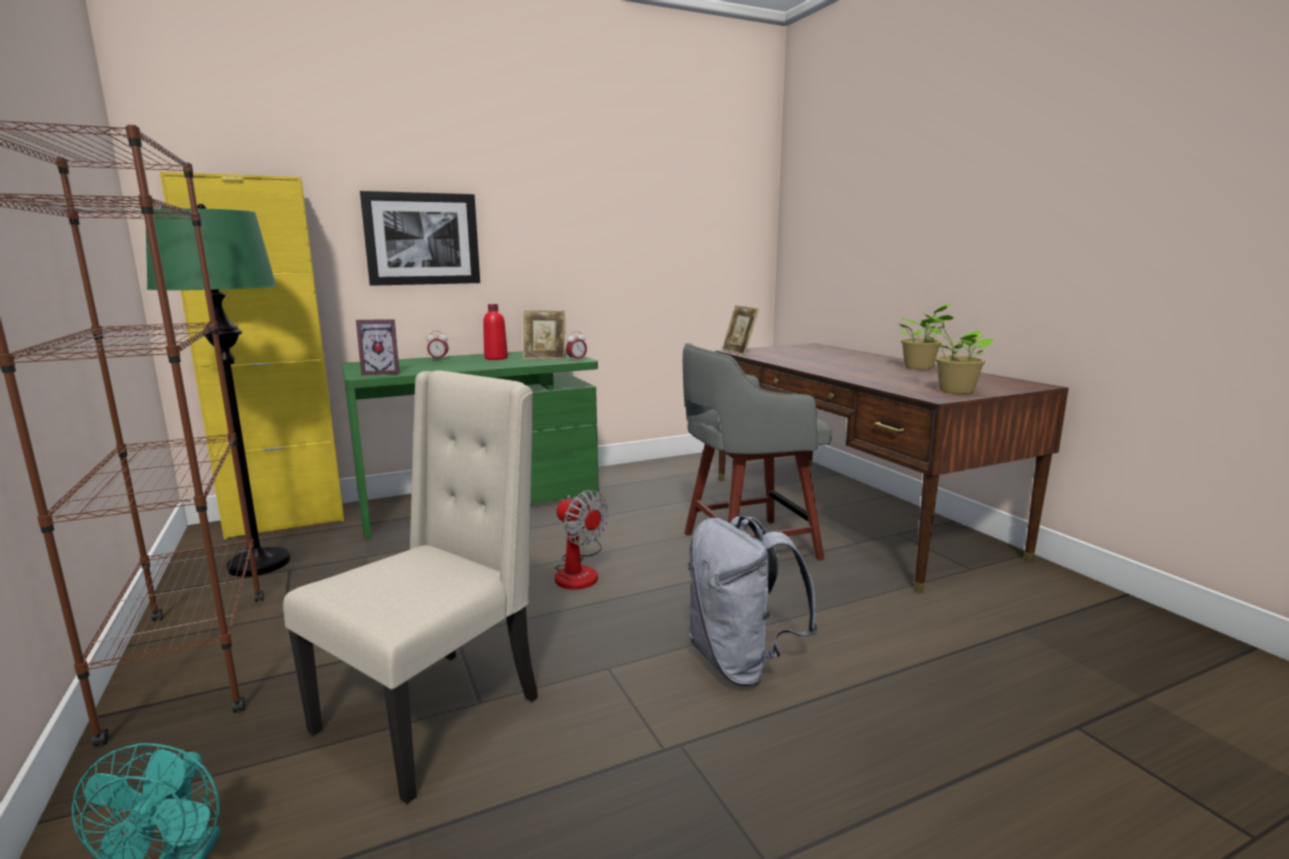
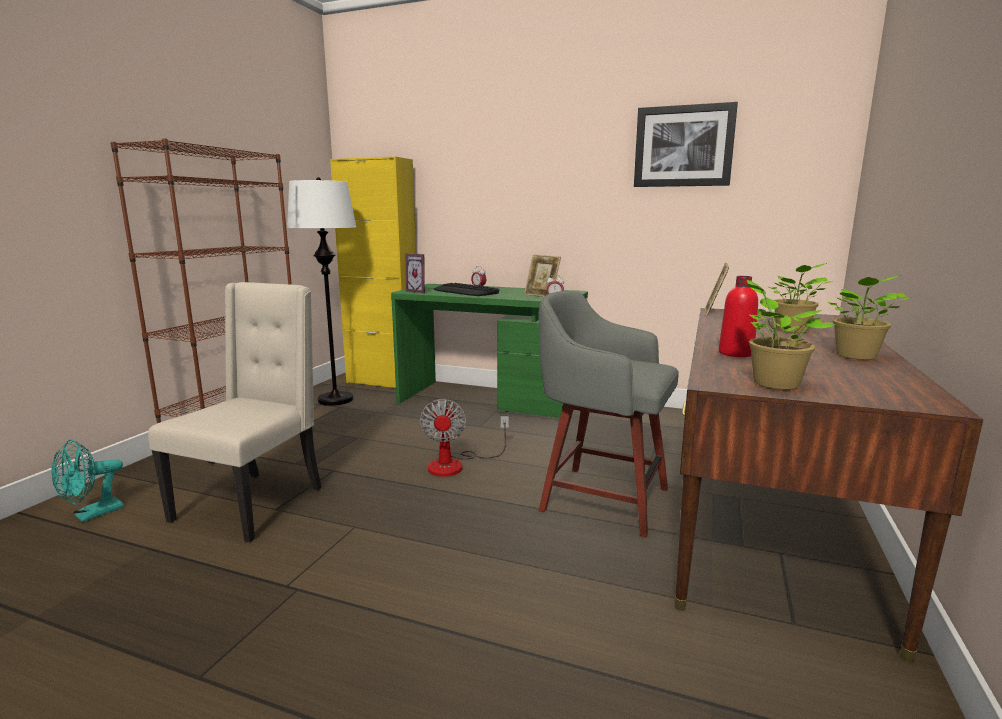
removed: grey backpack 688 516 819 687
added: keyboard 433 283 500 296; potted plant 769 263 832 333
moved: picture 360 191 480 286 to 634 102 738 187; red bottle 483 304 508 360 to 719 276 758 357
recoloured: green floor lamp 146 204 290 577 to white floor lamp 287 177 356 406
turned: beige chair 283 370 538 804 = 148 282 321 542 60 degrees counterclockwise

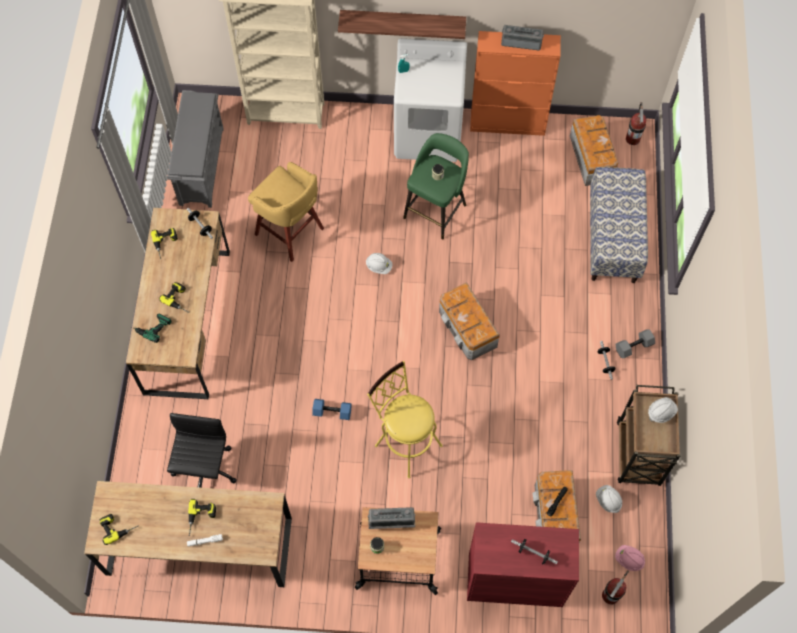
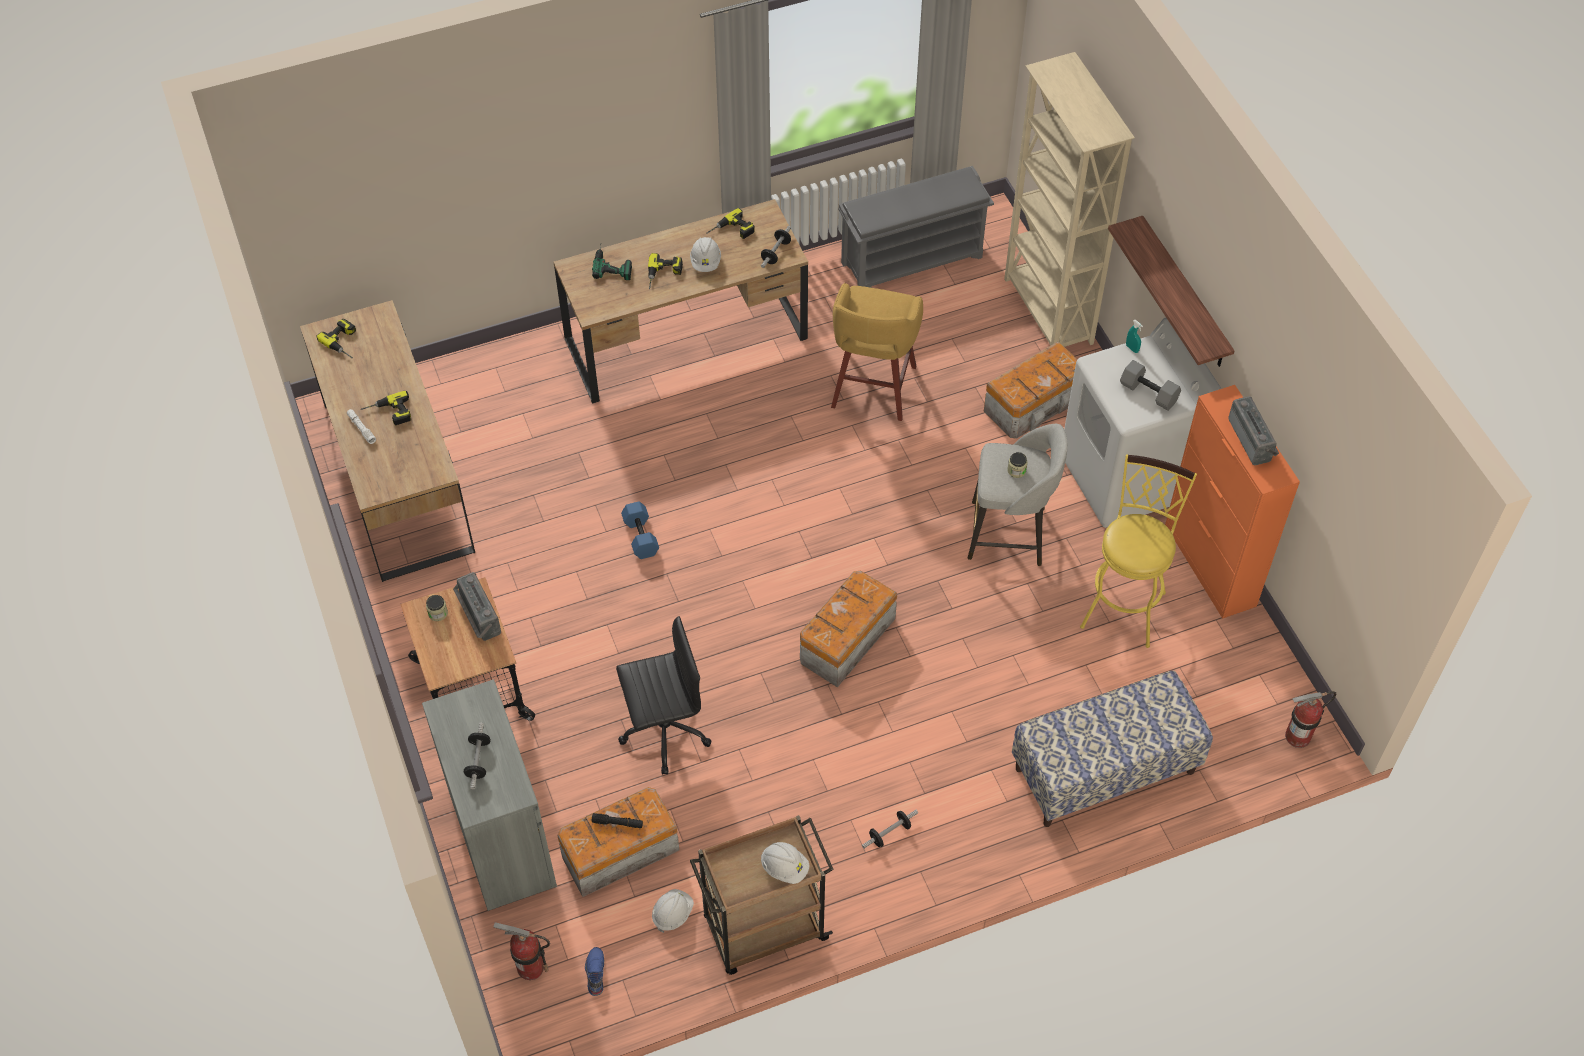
moved: black office chair 167 413 237 488 to 616 616 712 775; white hard hat 366 253 392 274 to 690 237 721 272; yellow stool 367 361 443 478 to 1080 454 1197 648; storage box 570 115 618 186 to 984 341 1077 439; grey dumbbell 616 329 655 358 to 1120 360 1181 411
replaced: pink hard hat 615 545 645 571 to blue shoe 585 947 604 996
recoloured: green stool 403 133 469 239 to grey stool 968 424 1068 566; red cabinet 467 522 579 607 to grey cabinet 422 679 557 911

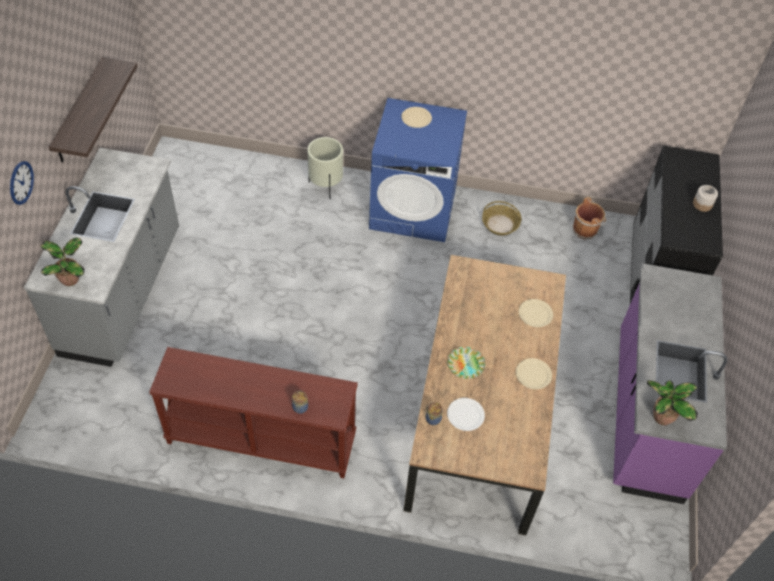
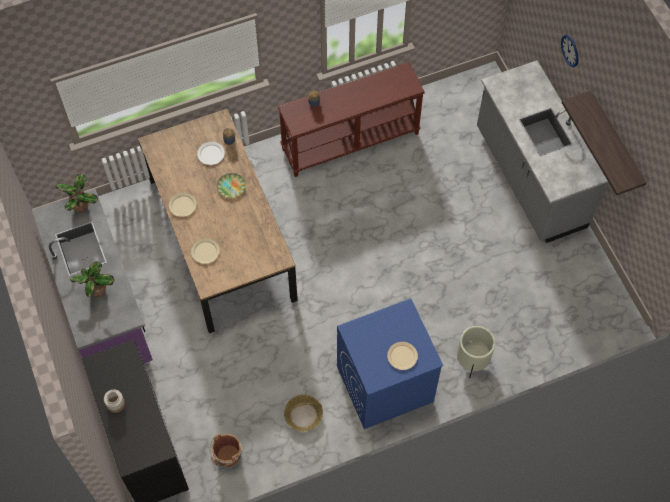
moved: potted plant 40 237 85 286 to 70 261 115 297

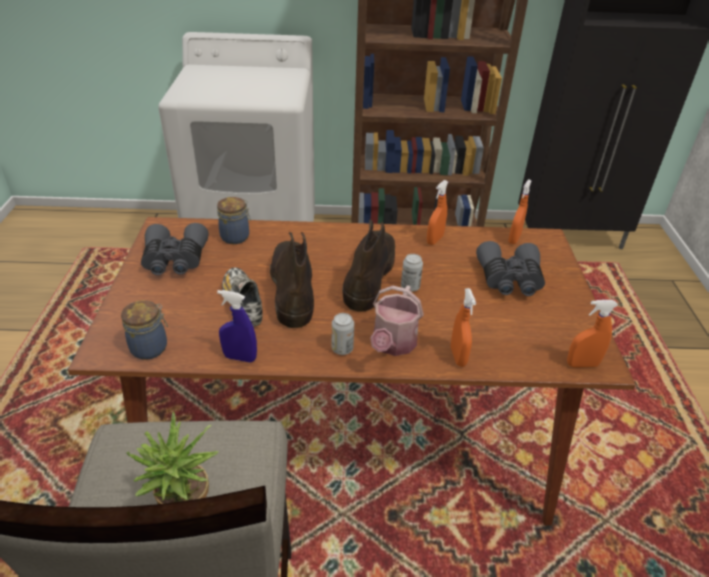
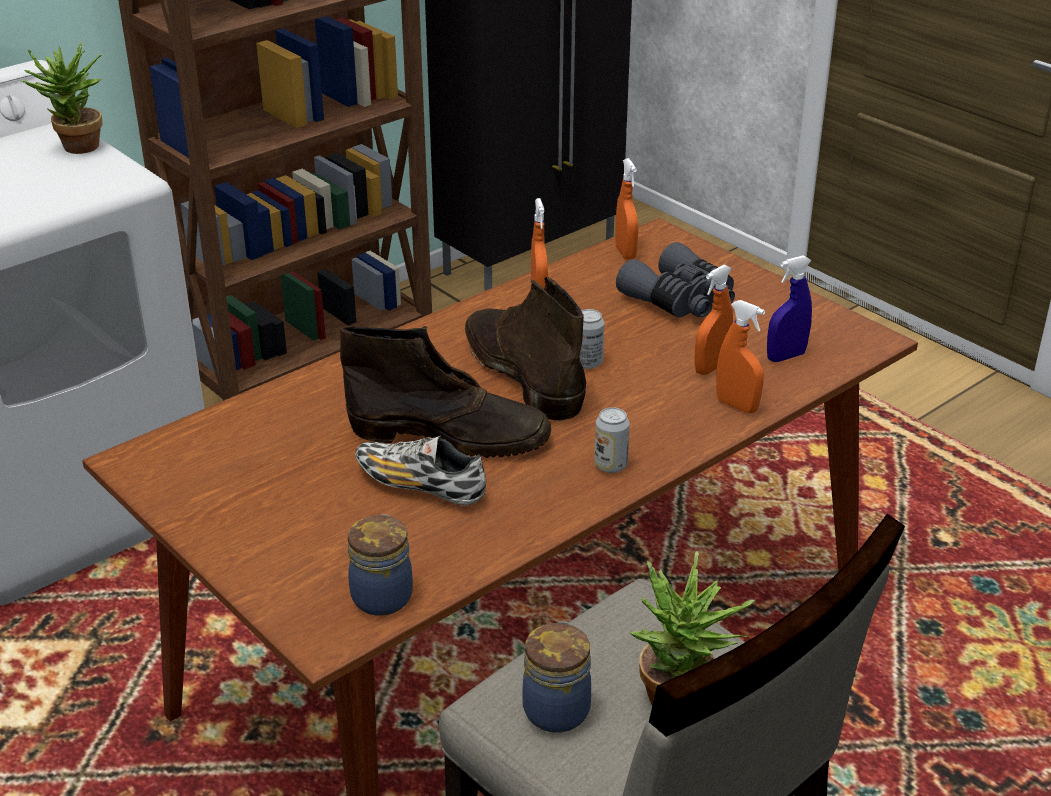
removed: grey binoculars 141 223 209 275; watering can 370 285 424 356
added: potted plant 22 41 103 154
moved: jar 217 197 251 244 to 522 622 591 733; blue spray bottle 217 290 257 363 to 767 255 812 362; orange spray bottle 567 300 618 368 to 694 265 733 375
turned: brown boot 270 232 314 329 = 340 326 551 458 150 degrees clockwise

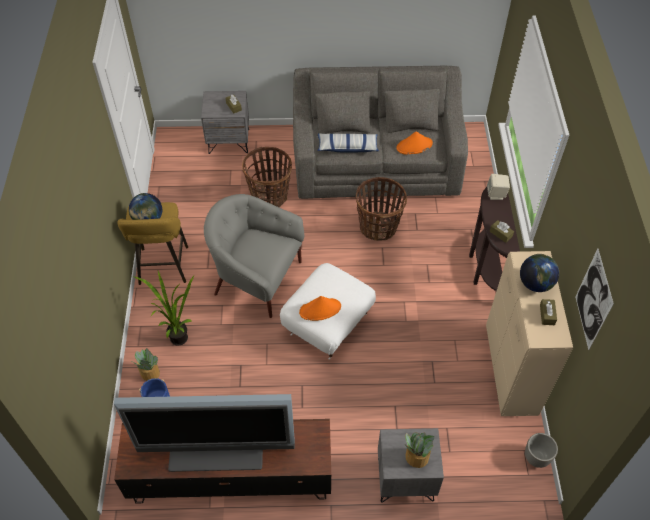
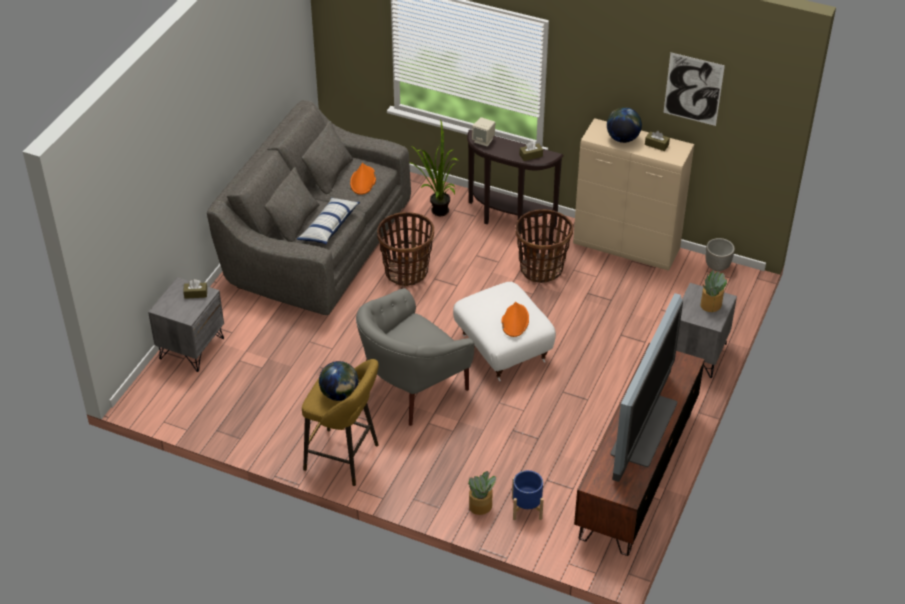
moved: potted plant 132 271 194 346 to 411 119 458 216; basket 242 147 292 207 to 515 209 573 283

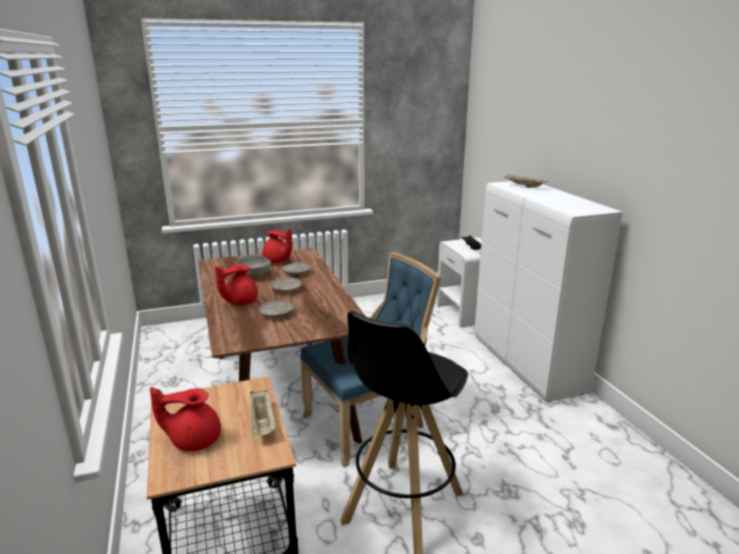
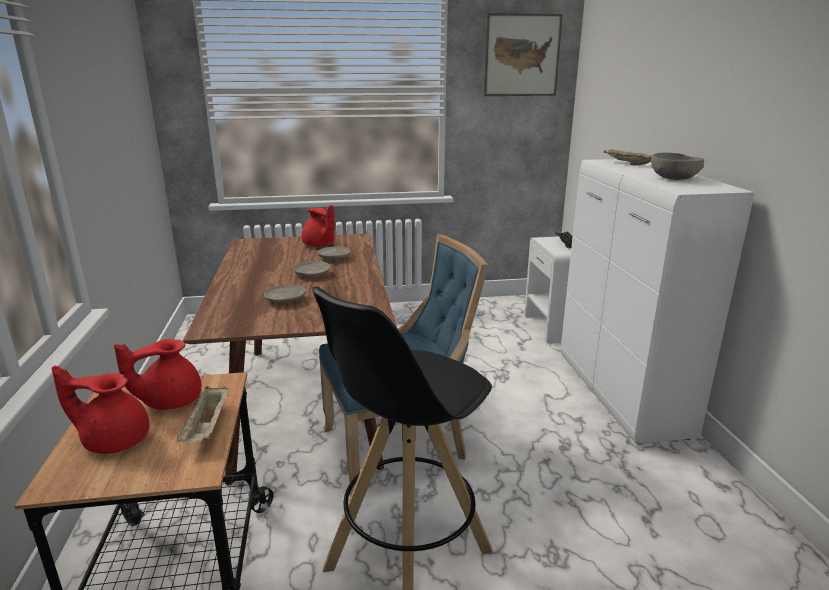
added: picture 484 13 563 96
moved: red teapot 215 264 258 305 to 114 339 201 410; grey bowl 236 255 271 278 to 650 152 704 180

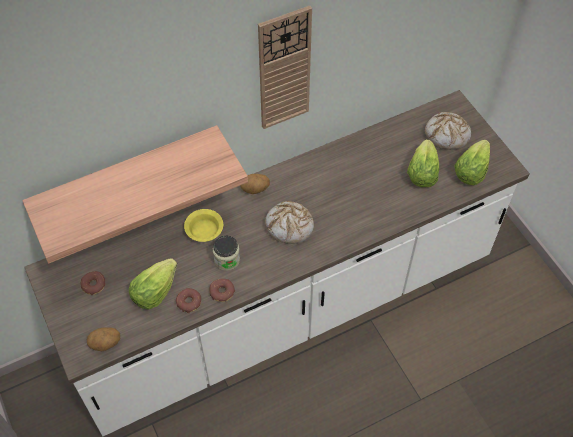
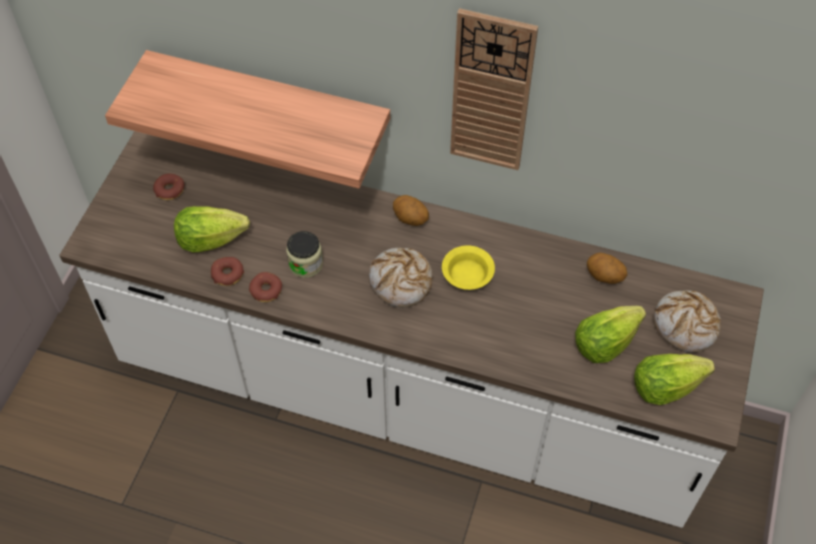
moved: potato 87 327 120 351 to 587 253 627 284; yellow bowl 184 209 223 242 to 442 245 495 290

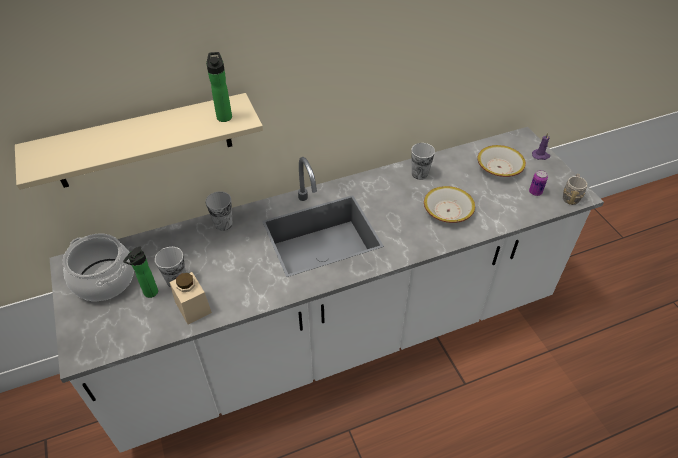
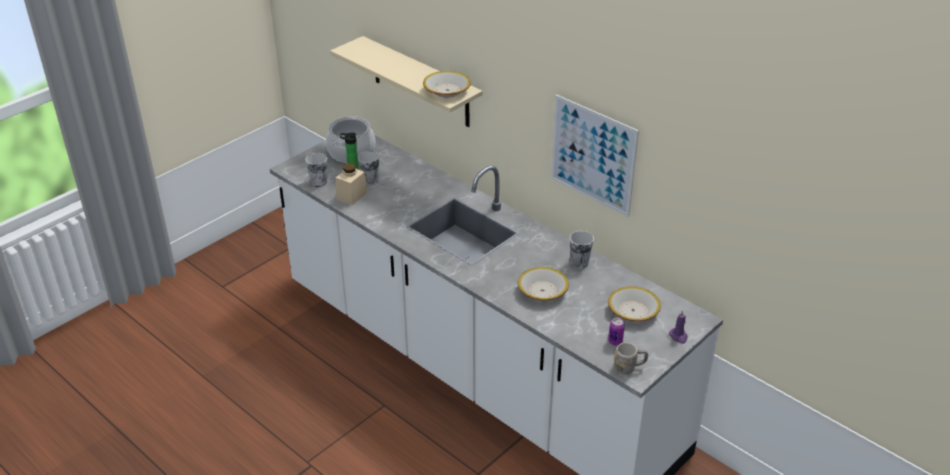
added: picture 551 94 639 217
moved: cup 205 191 233 231 to 306 153 327 187
replaced: bottle 206 52 232 122 to bowl 423 71 471 97

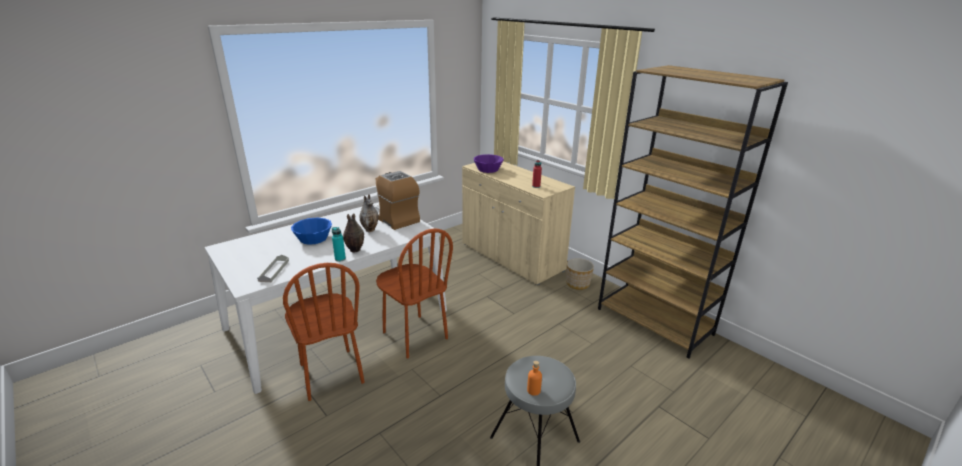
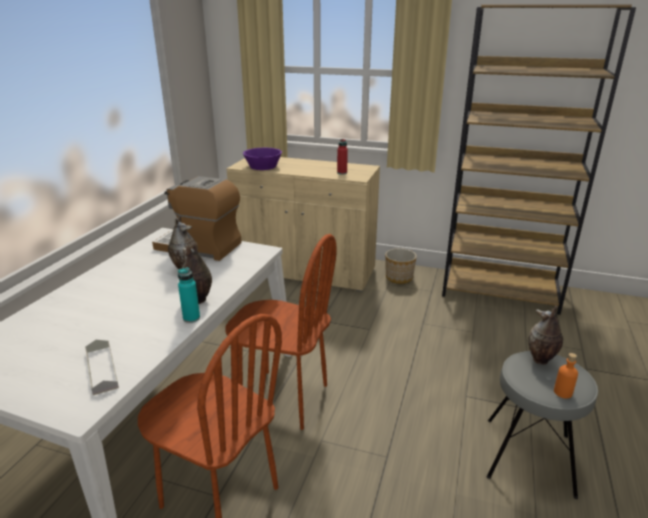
removed: blue bowl 291 217 332 245
added: vase 528 305 563 365

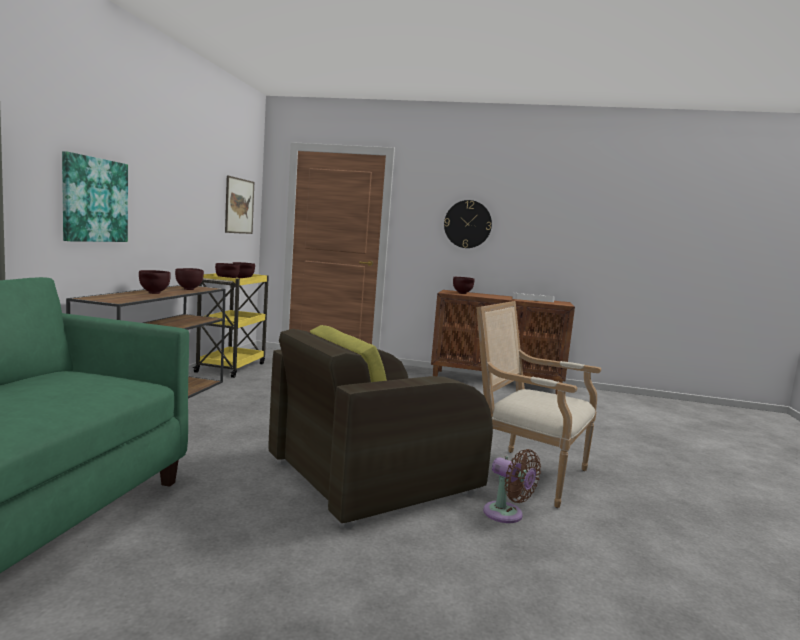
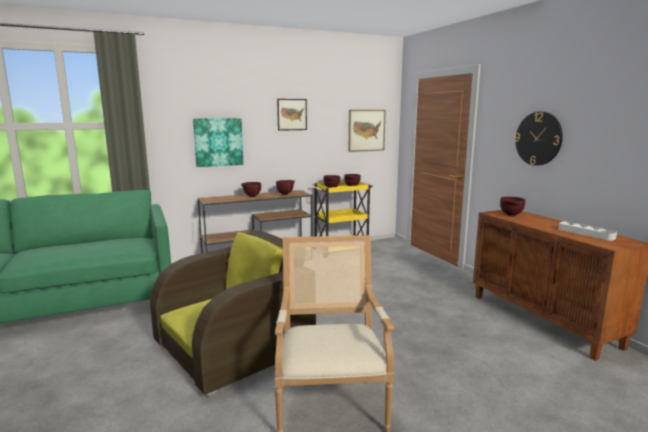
removed: brown fan 483 449 541 523
added: picture 277 99 307 131
turned: brown armchair 268 325 493 529 = 150 230 316 397 120 degrees clockwise

